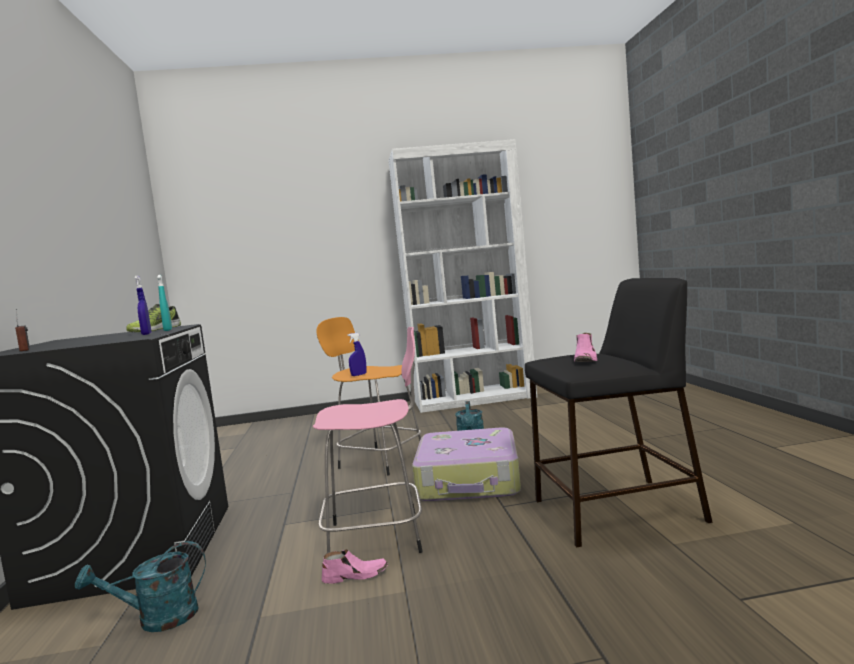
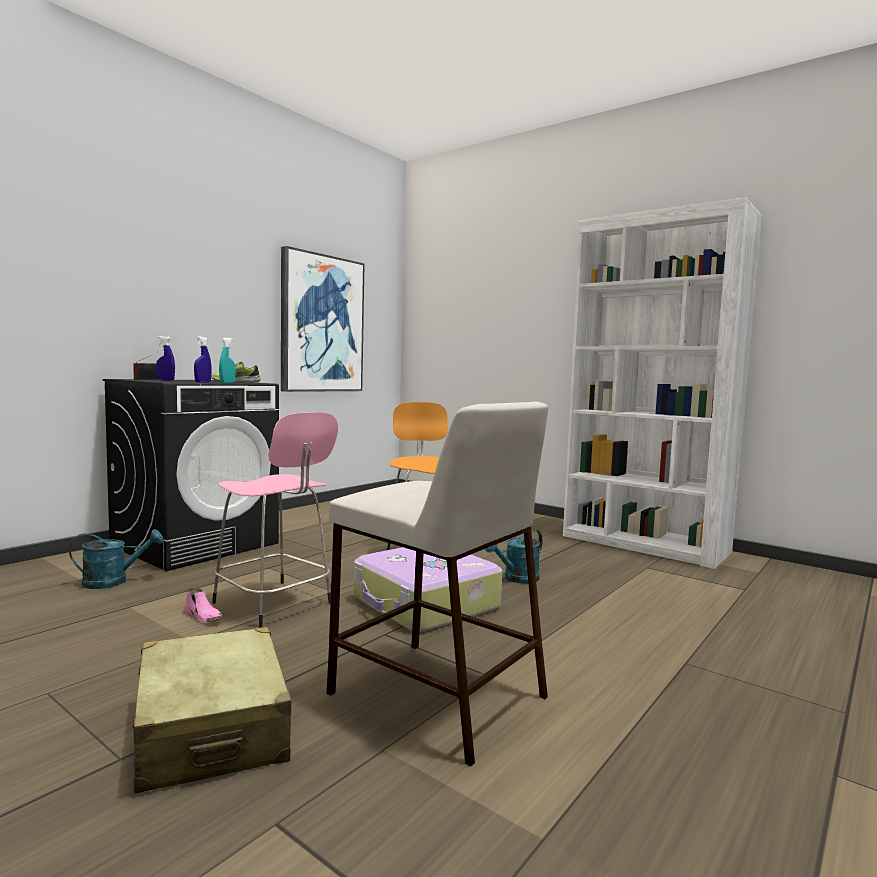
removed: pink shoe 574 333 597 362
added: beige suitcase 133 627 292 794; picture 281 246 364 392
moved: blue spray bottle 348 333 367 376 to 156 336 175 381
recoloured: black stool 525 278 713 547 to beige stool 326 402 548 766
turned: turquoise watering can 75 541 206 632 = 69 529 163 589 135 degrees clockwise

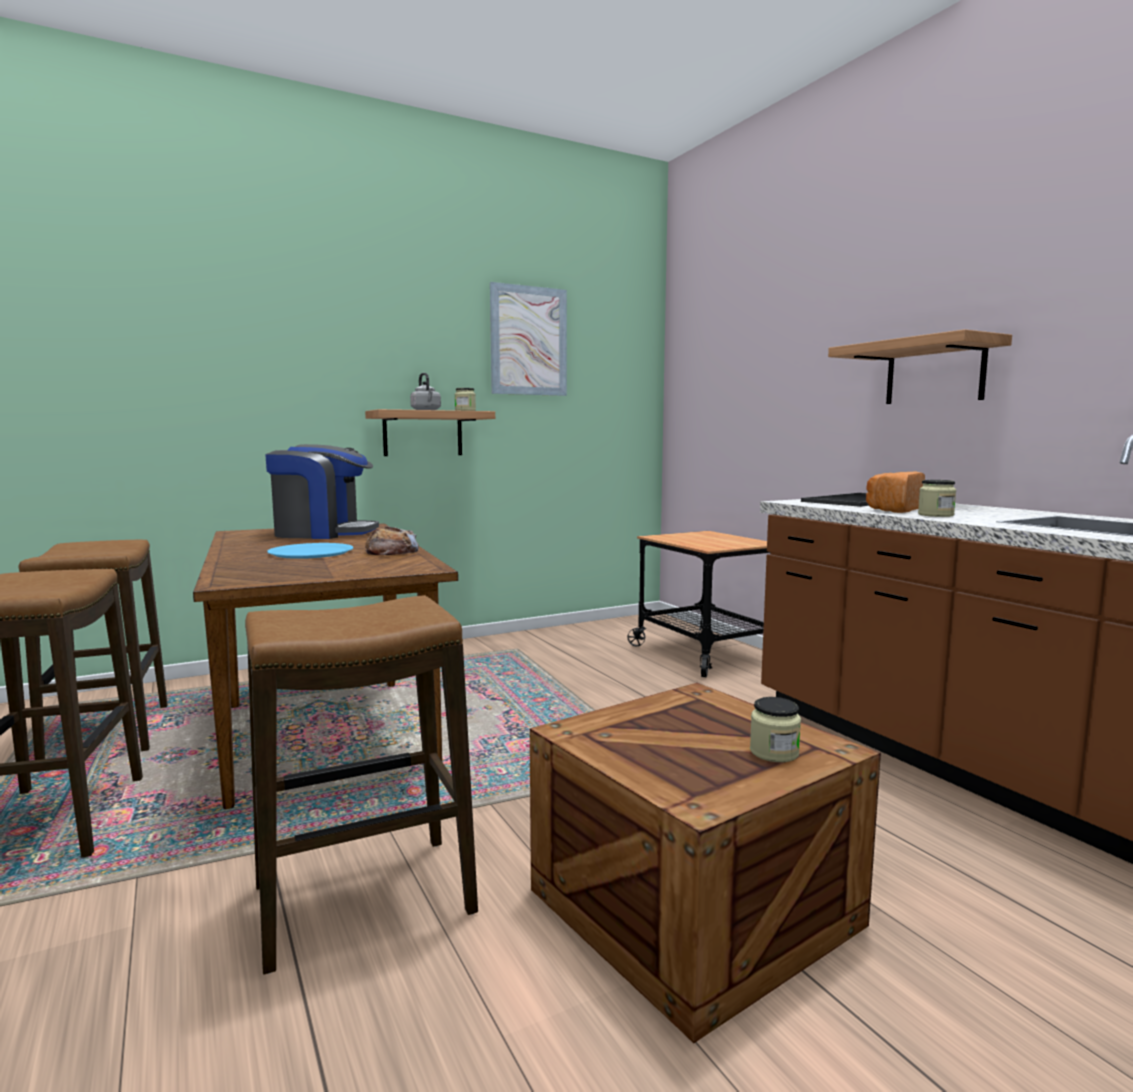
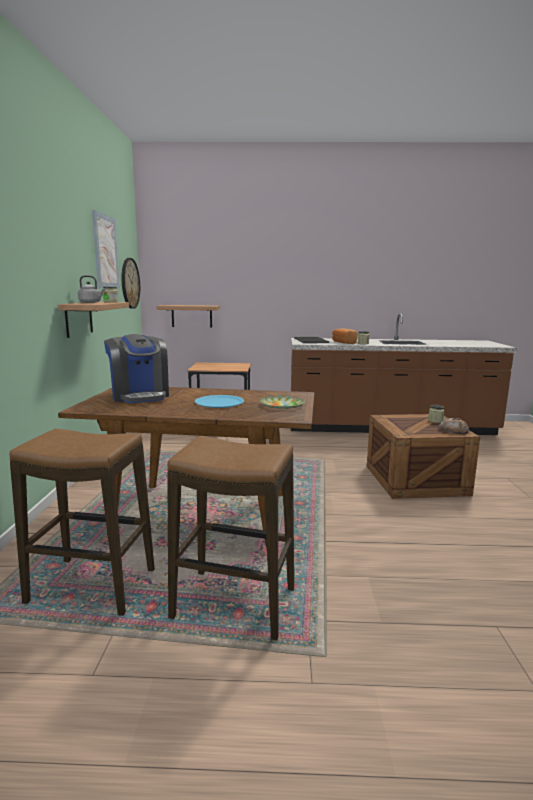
removed: stool 245 595 478 974
added: wall clock 122 258 140 309; plate 260 396 305 409
moved: bread 365 526 419 555 to 438 418 470 434; shelf 828 329 1012 404 to 157 305 220 328
turned: coffee machine 265 444 379 539 = 104 334 169 403 120 degrees clockwise

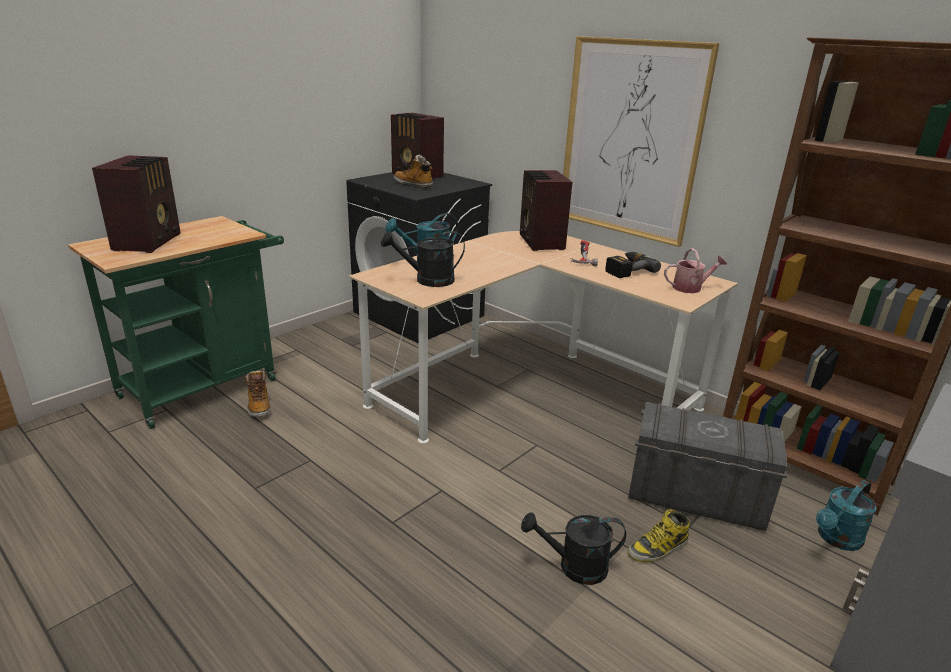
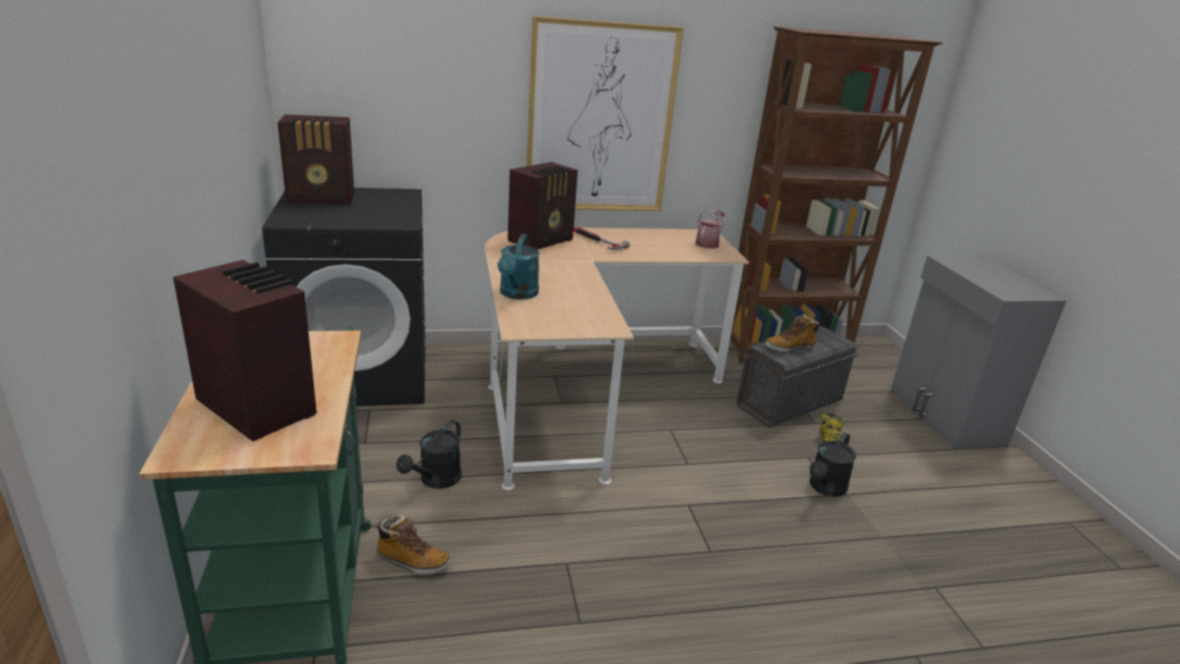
removed: power drill 605 252 661 278; turquoise watering can 816 480 877 551
moved: black watering can 381 231 465 287 to 397 420 461 489; boot 394 155 433 188 to 765 314 820 353
turned: radio 520 170 572 251 = 508 162 578 250 75 degrees counterclockwise

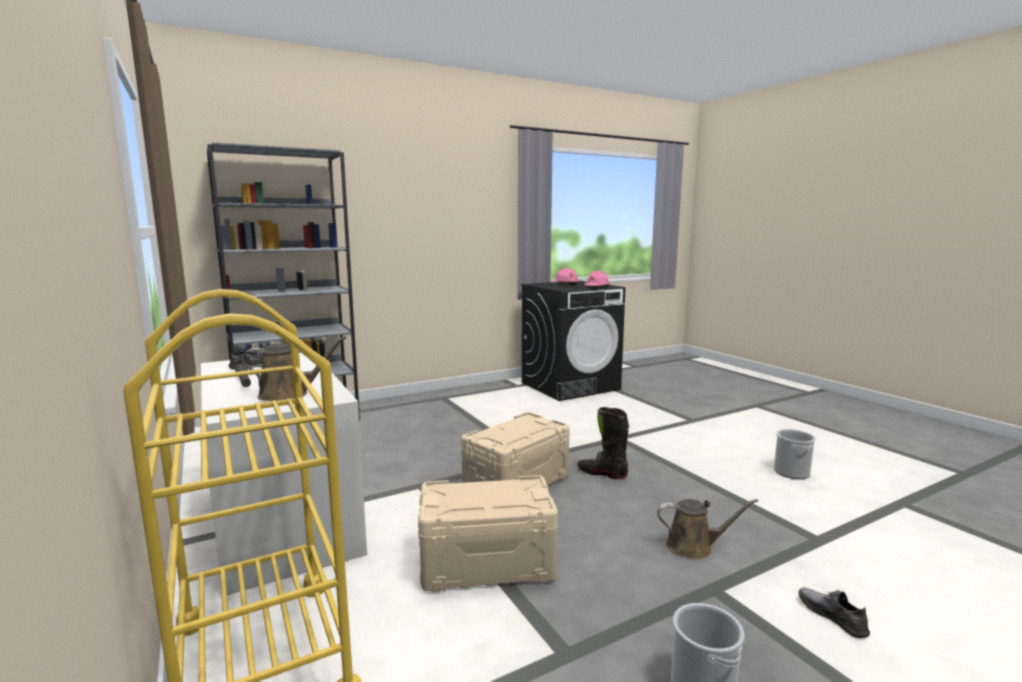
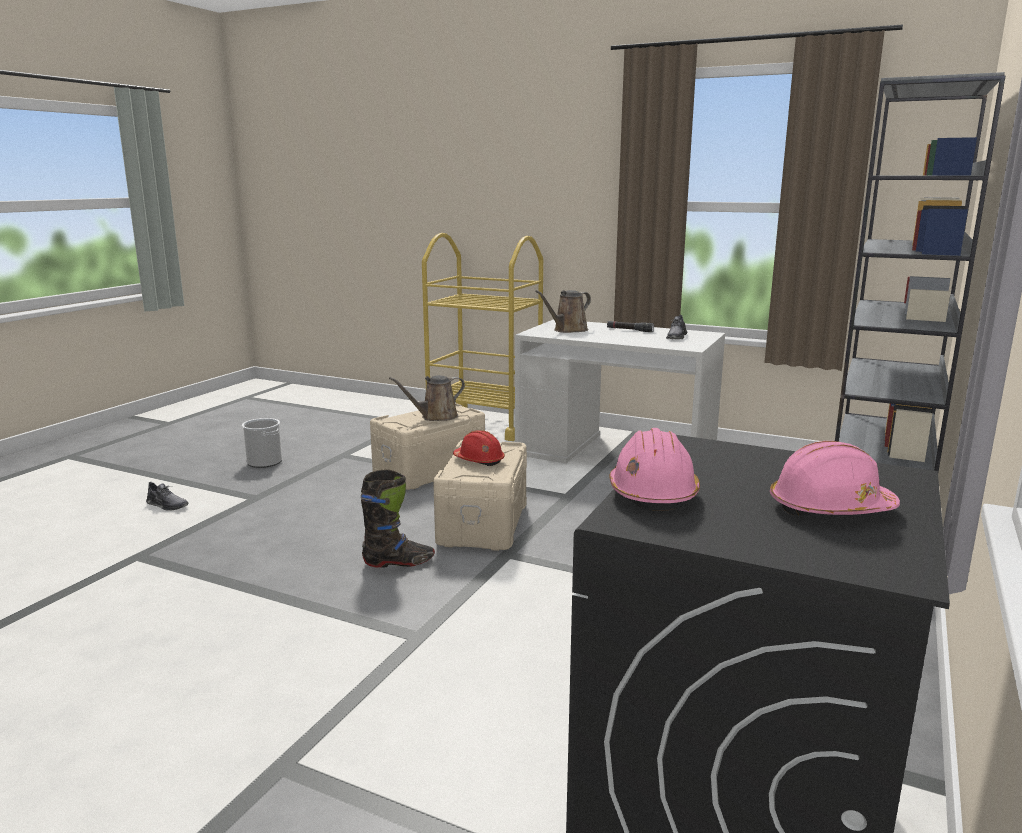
removed: bucket 774 429 816 479
added: red hard hat 453 430 505 466
moved: brown watering can 657 499 758 560 to 389 375 465 421

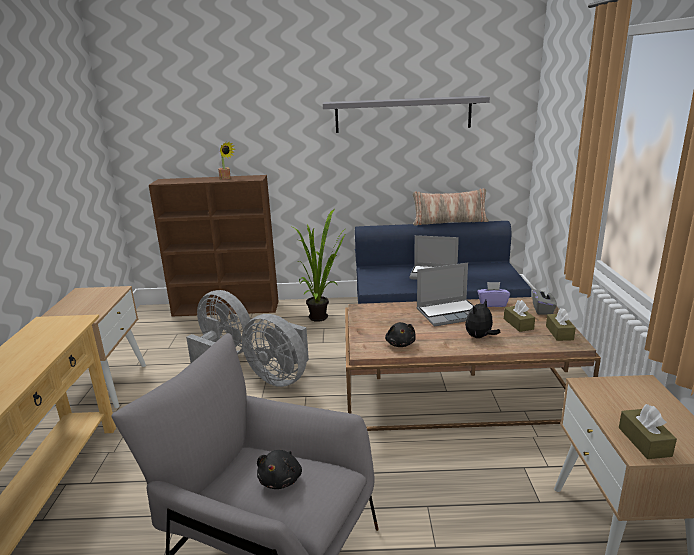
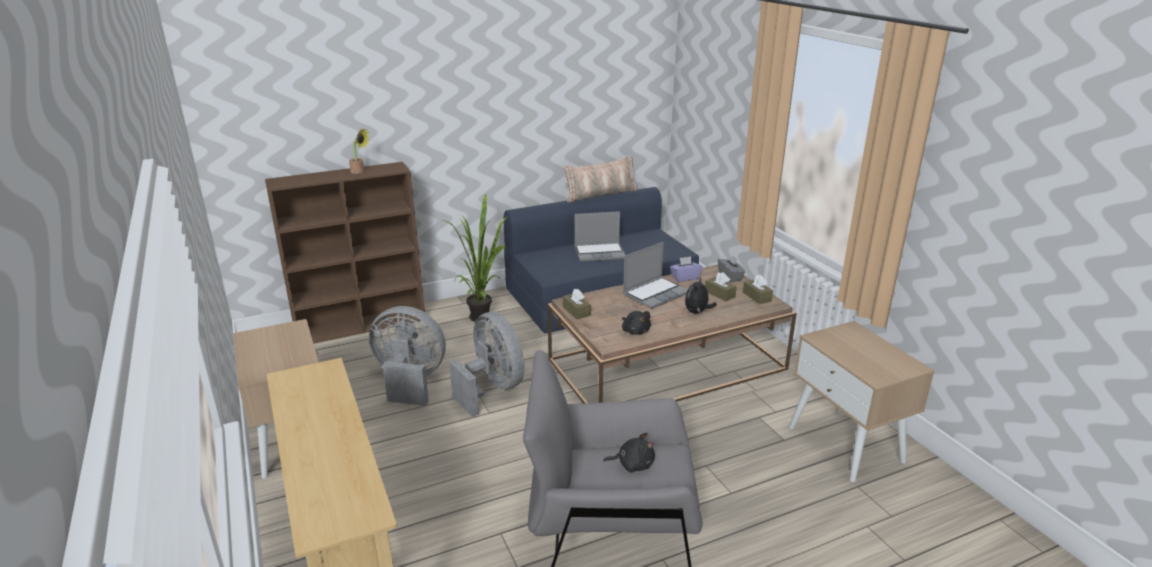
removed: grey shelf 323 96 490 133
moved: brown tissue box 619 404 677 459 to 563 289 591 319
turned: grey fan 242 314 309 387 = 449 312 525 417 135 degrees counterclockwise; black plush toy 257 450 302 489 = 603 433 655 472 75 degrees counterclockwise

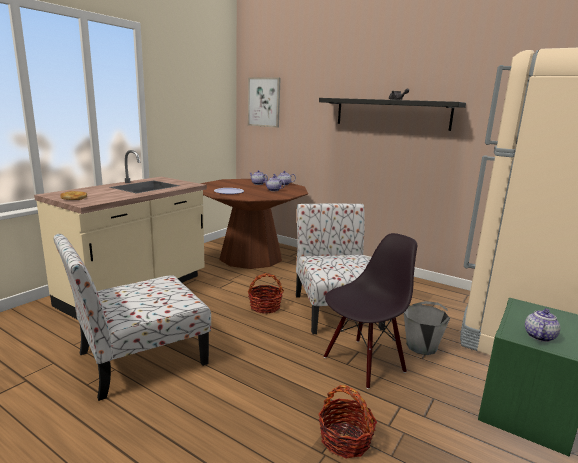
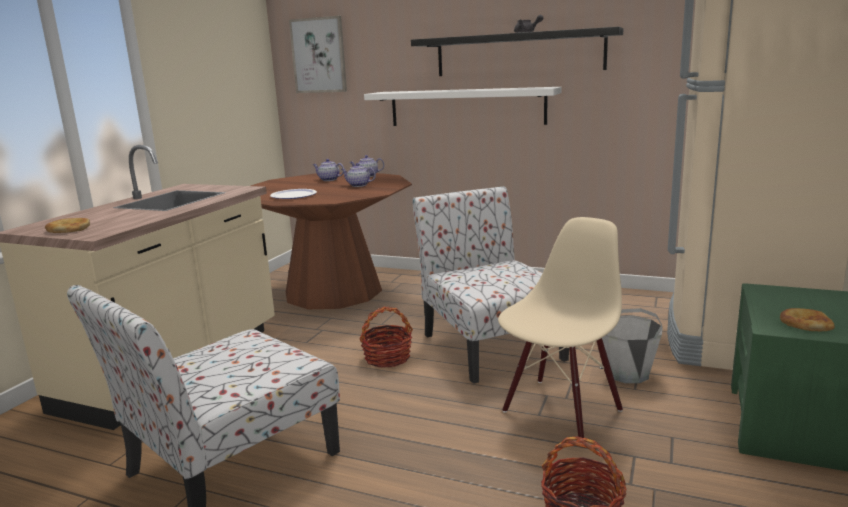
added: white shelf 364 87 562 126
replaced: teapot 525 308 560 342 to bread 780 308 835 331
recoloured: black chair 324 233 417 389 to beige chair 498 217 623 438

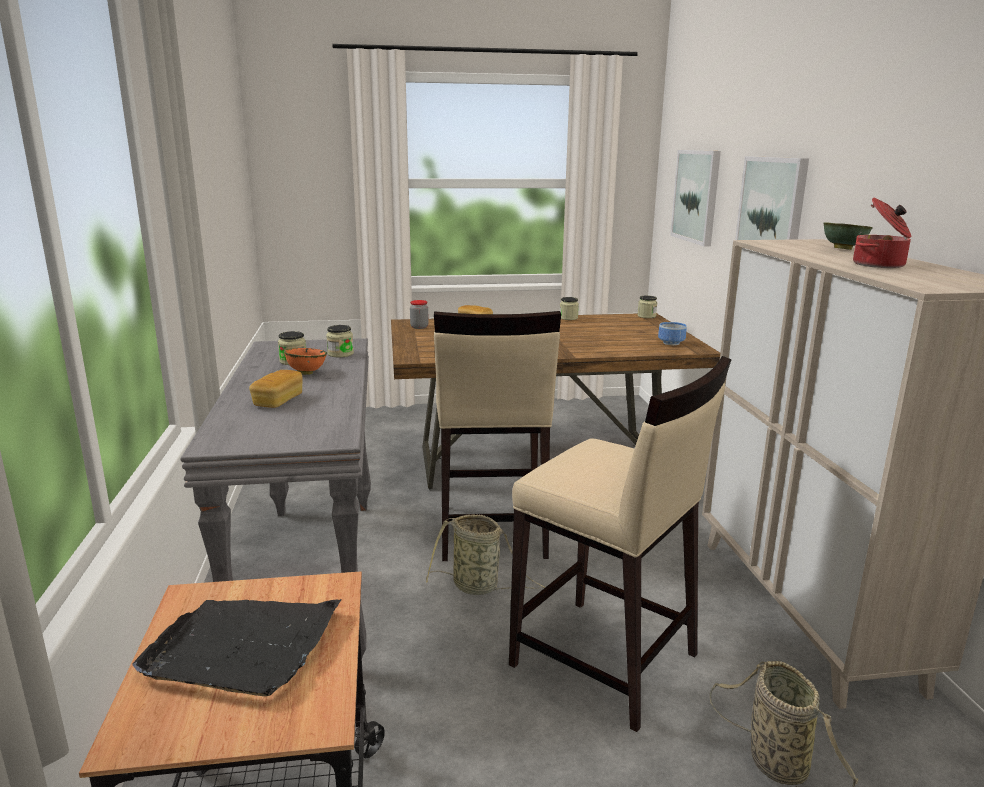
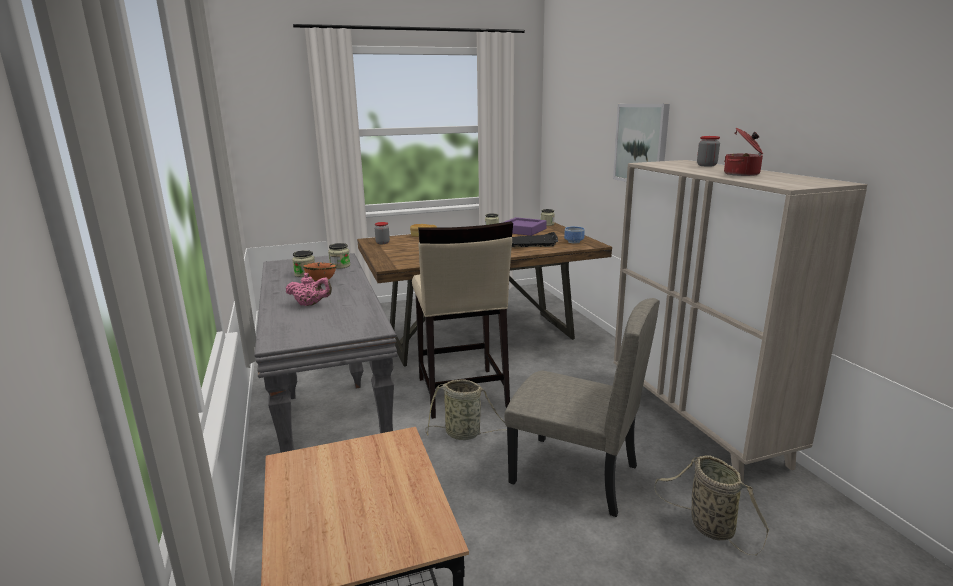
removed: picture 670 150 721 247
added: purple tray 502 217 547 236
moved: black tray 132 599 342 696 to 512 232 558 248
replaced: bread 249 370 303 408 to pink teapot 286 273 332 306; beige stool 509 356 731 732 to beige chair 504 298 660 517; green bowl 824 222 873 250 to jar 697 136 720 167

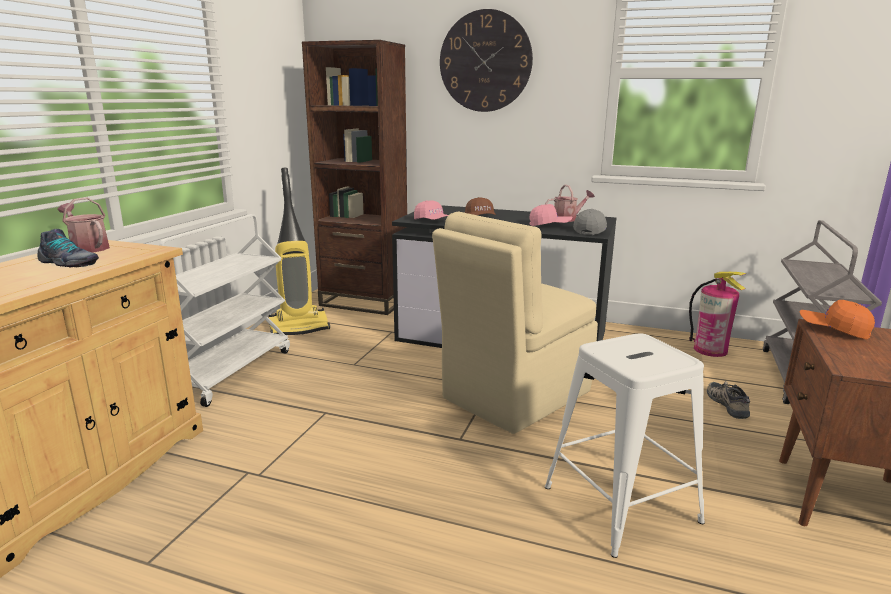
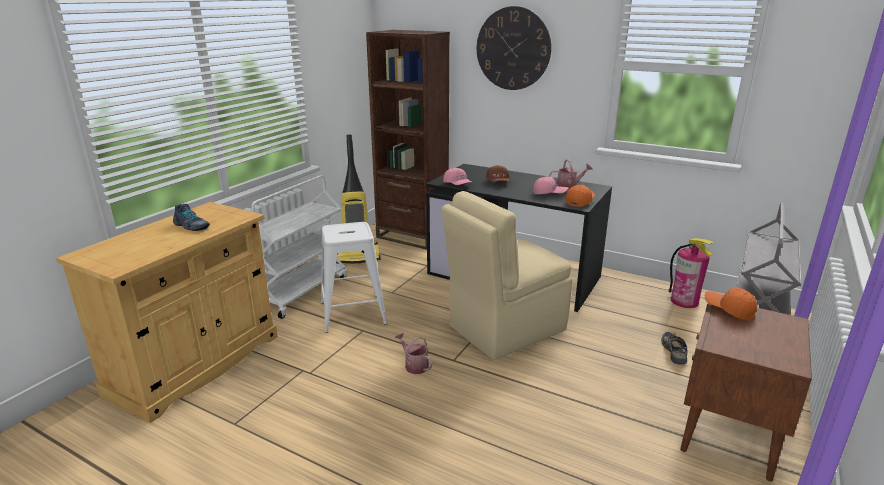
moved: watering can 58 197 110 253 to 395 332 432 374; white stool 545 333 705 558 to 321 222 387 333
recoloured: grey cap 573 209 607 235 to orange cap 565 185 595 207

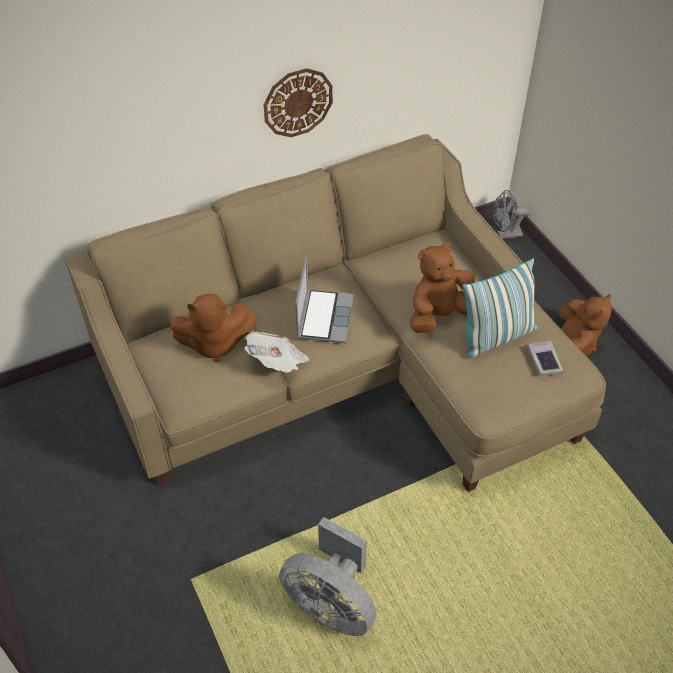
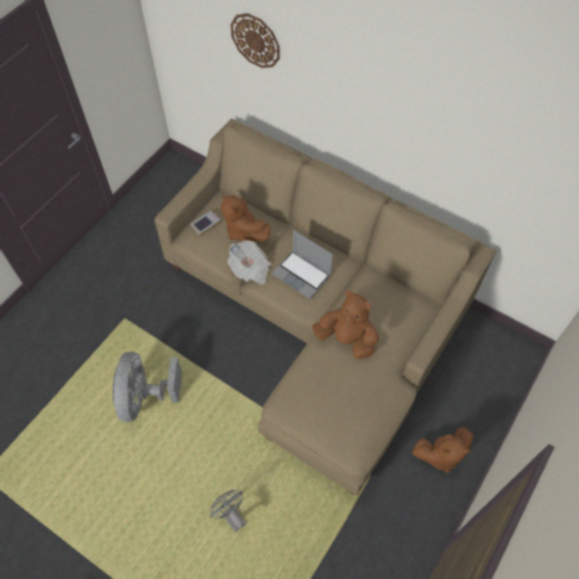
removed: pillow 462 259 537 359
moved: wall clock 264 68 333 137 to 230 13 280 68; grey fan 493 190 531 239 to 209 490 246 532; book 527 341 563 376 to 190 210 221 236
turned: laptop 295 256 354 343 = 272 230 333 299 60 degrees clockwise

